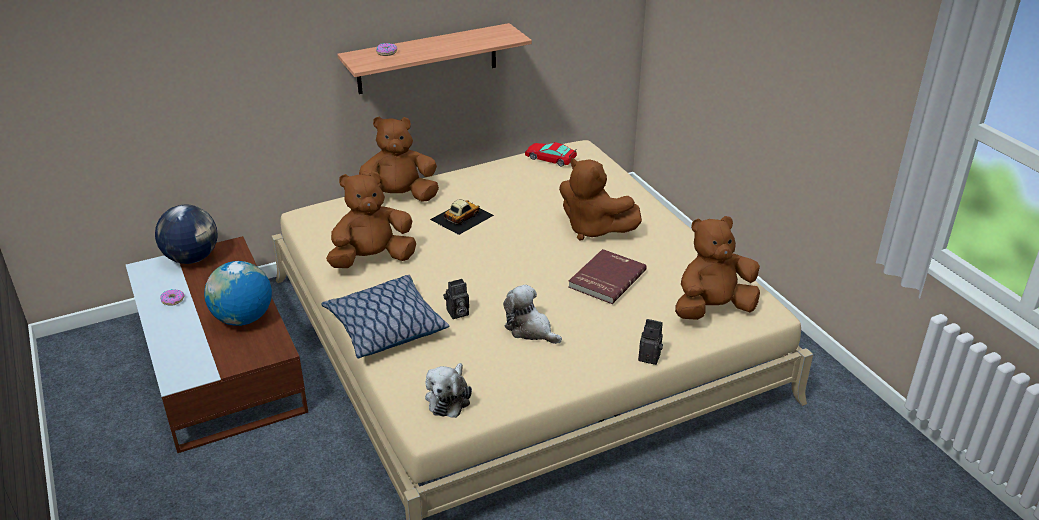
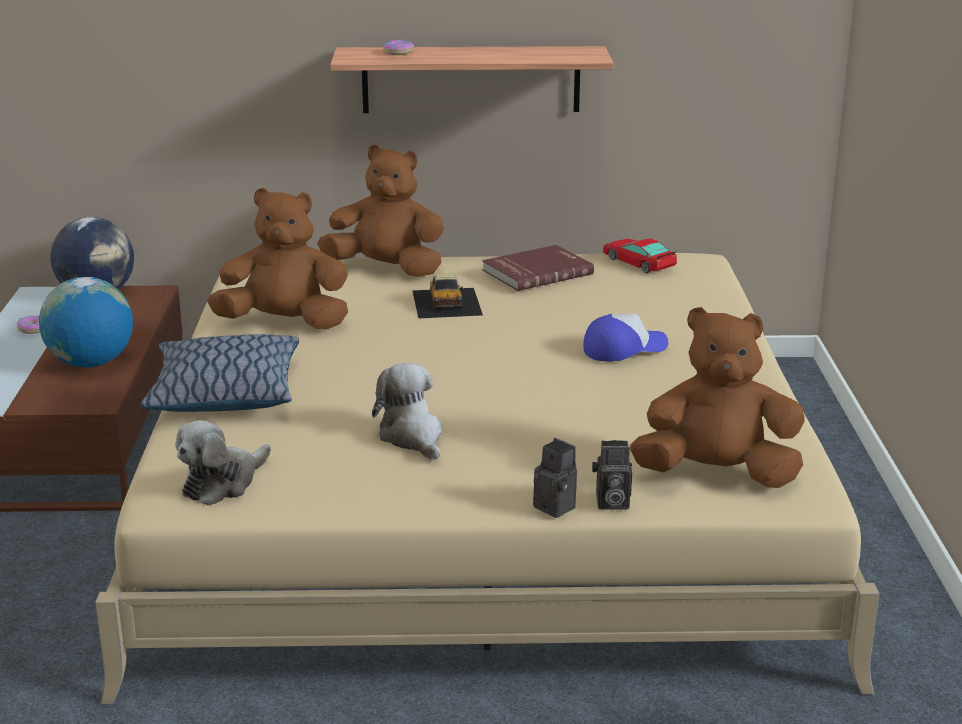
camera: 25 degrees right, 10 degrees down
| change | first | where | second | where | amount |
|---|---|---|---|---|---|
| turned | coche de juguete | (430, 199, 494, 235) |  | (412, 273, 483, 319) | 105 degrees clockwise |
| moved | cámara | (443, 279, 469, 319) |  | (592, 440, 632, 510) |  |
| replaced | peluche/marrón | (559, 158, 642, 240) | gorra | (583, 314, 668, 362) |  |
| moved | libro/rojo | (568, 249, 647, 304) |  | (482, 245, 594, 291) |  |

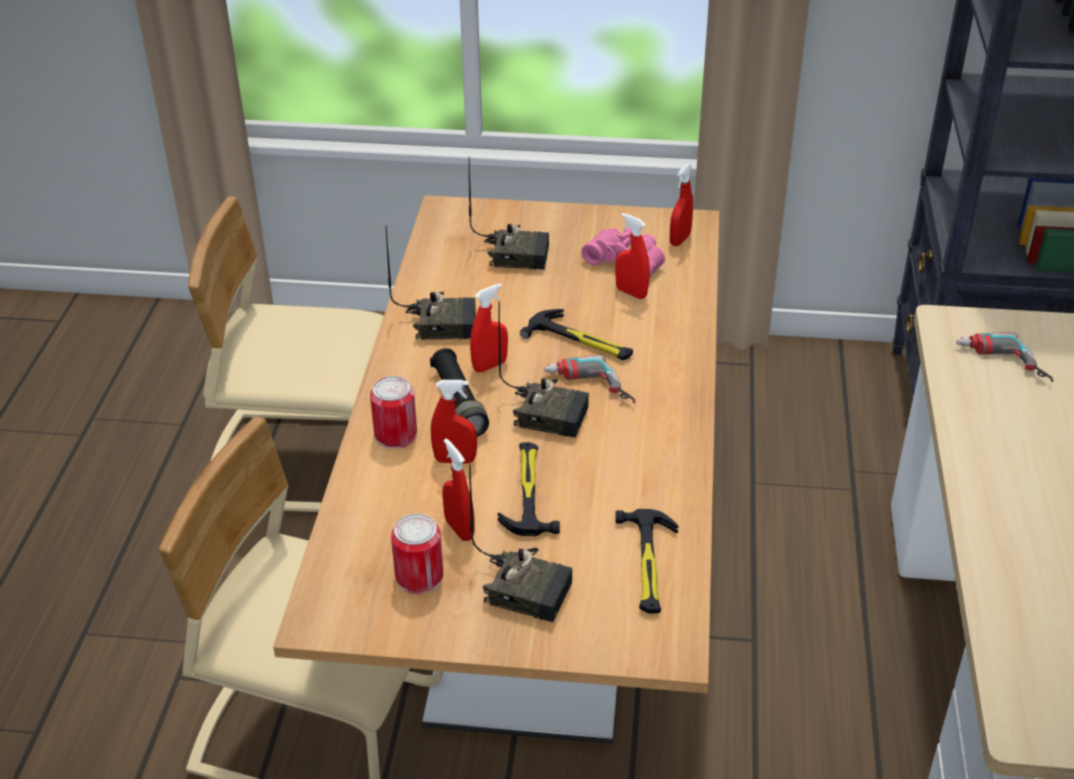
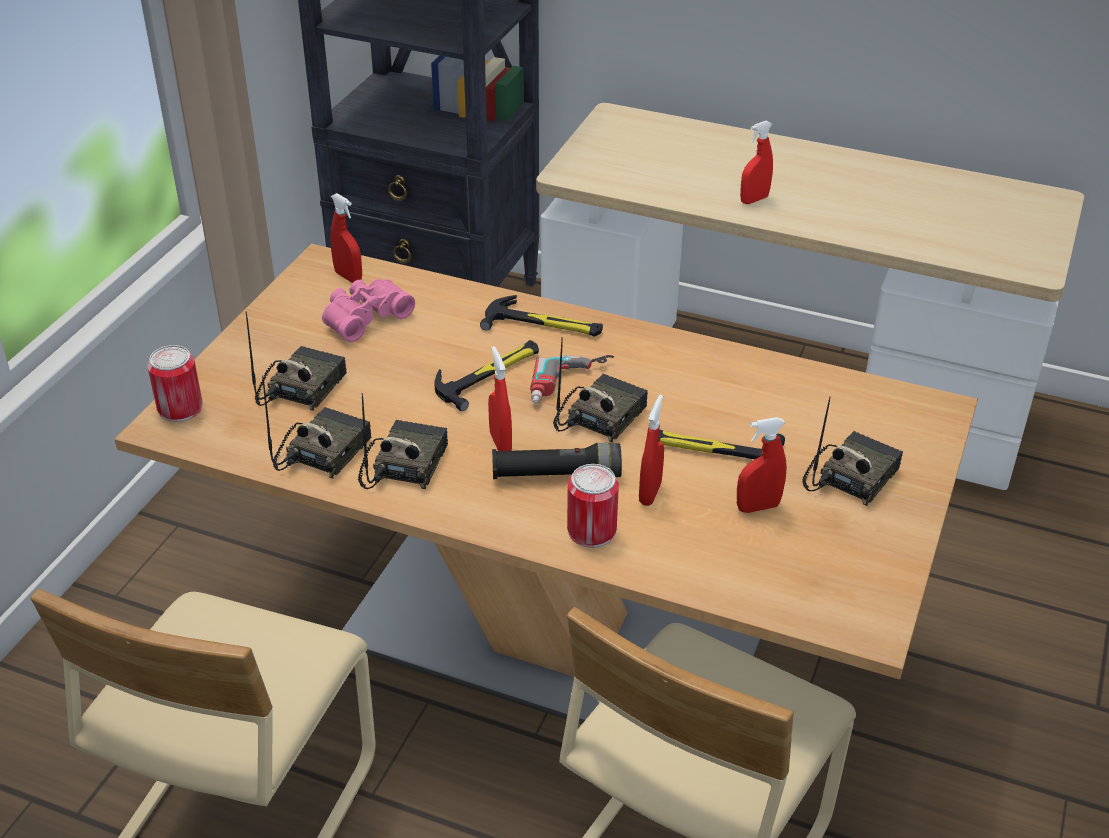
camera: 75 degrees left, 0 degrees up
| change | first | where | second | where | amount |
|---|---|---|---|---|---|
| moved | lata | (391, 514, 443, 594) |  | (147, 345, 202, 422) |  |
| moved | pulverizador/rojo | (615, 213, 650, 299) |  | (740, 120, 773, 204) |  |
| moved | martillo | (615, 509, 679, 613) |  | (480, 295, 603, 336) |  |
| removed | taladro | (956, 332, 1053, 382) |  |  |  |
| added |  |  | radio | (262, 376, 372, 479) |  |

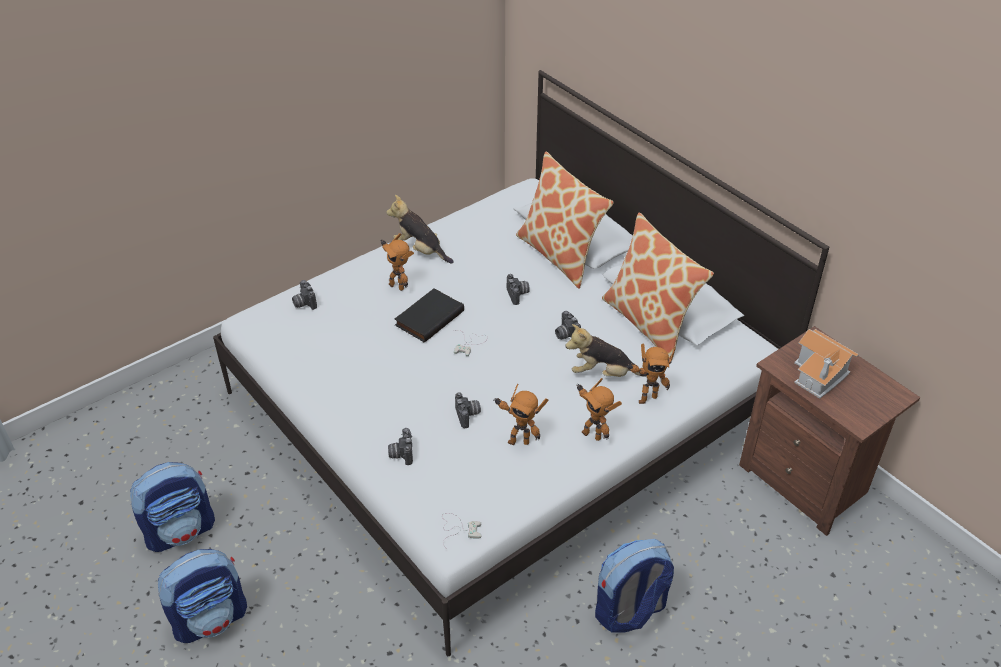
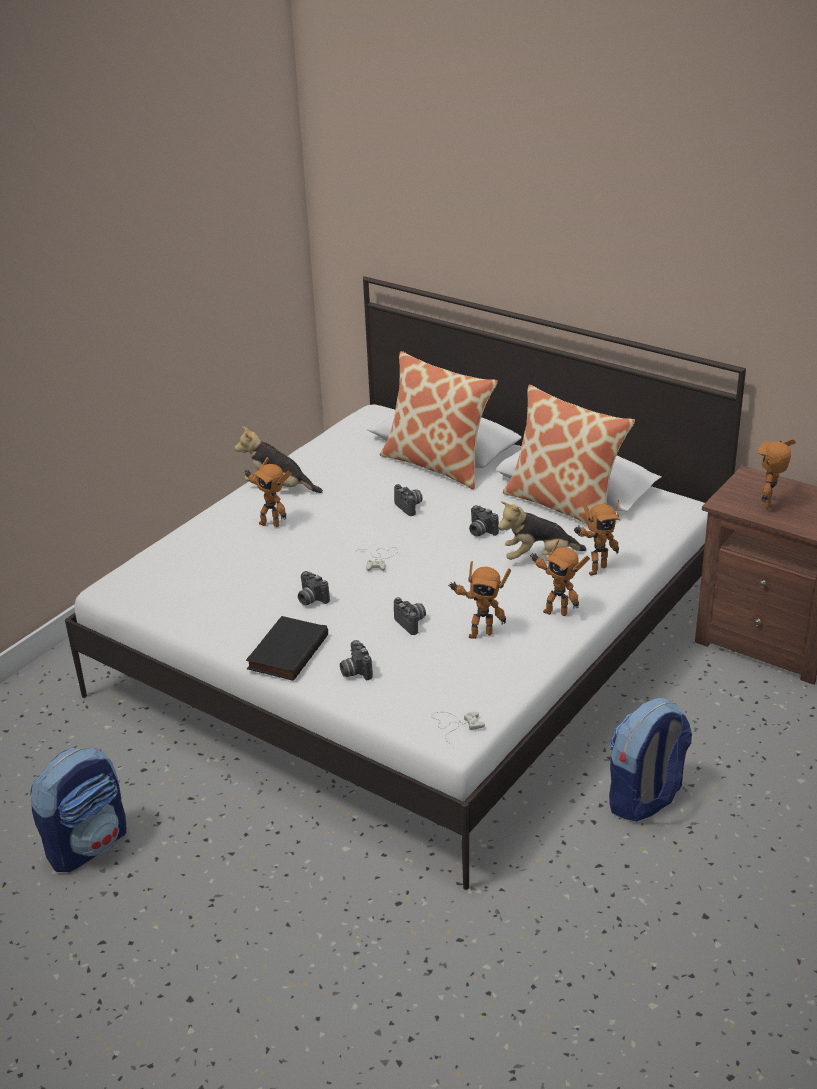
camera: 15 degrees left, 10 degrees down
| change | first | where | second | where | amount |
|---|---|---|---|---|---|
| removed | mochila | (158, 549, 247, 643) |  |  |  |
| moved | cámara | (292, 280, 317, 310) |  | (298, 571, 330, 605) |  |
| moved | libro/negro | (394, 288, 464, 343) |  | (246, 616, 328, 681) |  |
| replaced | casita | (794, 329, 859, 399) | robot de juguete | (757, 439, 796, 508) |  |

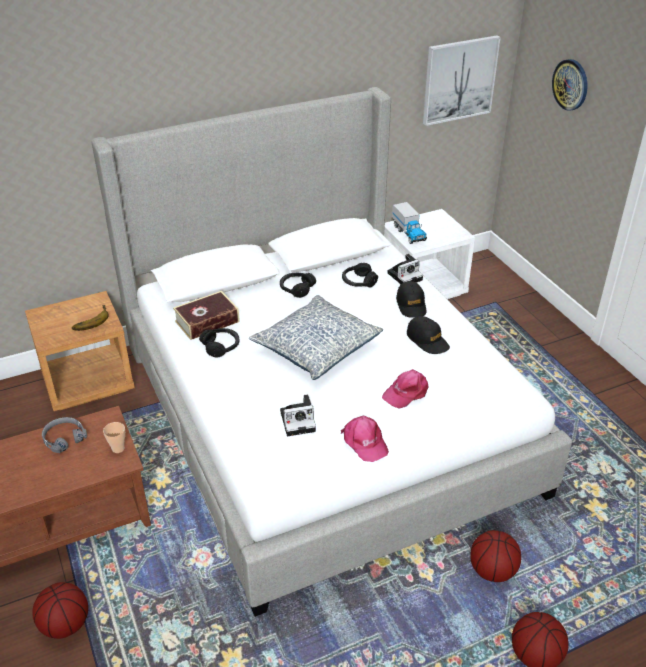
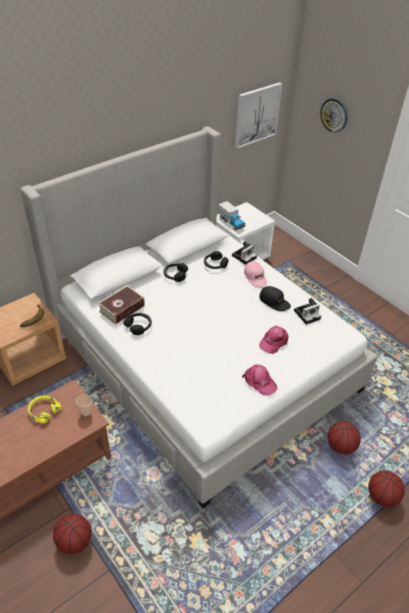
camera: 15 degrees left, 5 degrees up
| change | first | where | second | where | amount |
|---|---|---|---|---|---|
| recoloured | auriculares/gris | (42, 417, 87, 453) | auriculares/amarillo | (28, 395, 61, 424) |  |
| removed | cojín | (249, 295, 383, 380) |  |  |  |
| moved | cámara | (280, 394, 316, 436) |  | (294, 298, 321, 324) |  |
| recoloured | gorra/negro | (396, 281, 426, 318) | gorra/rosa | (244, 261, 267, 287) |  |

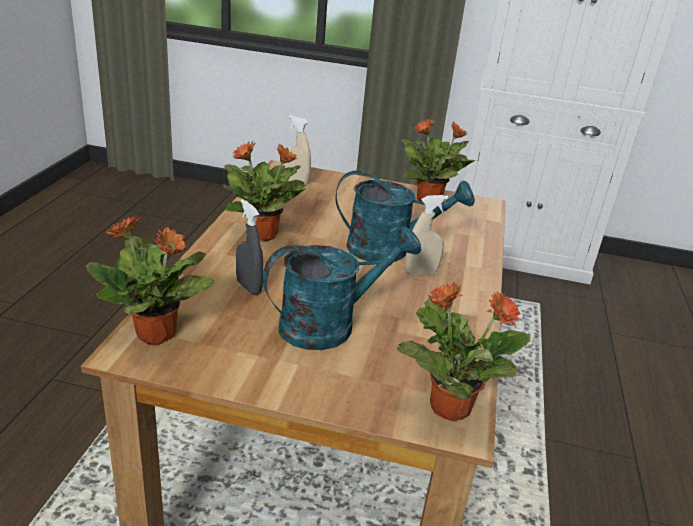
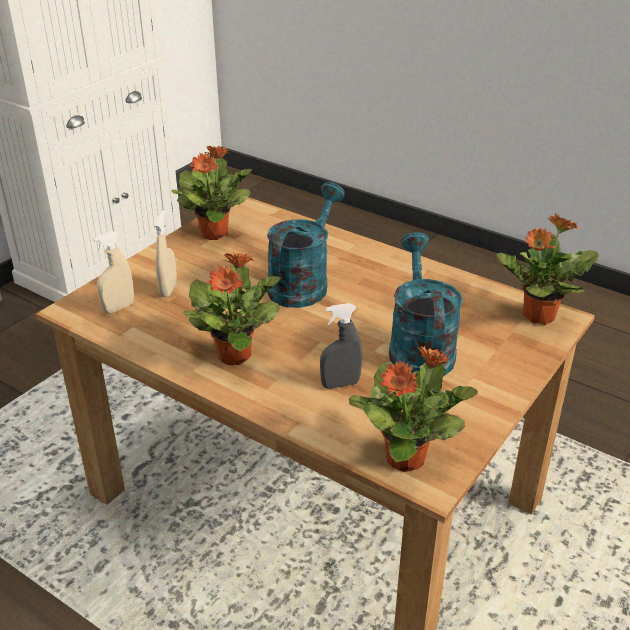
camera: 65 degrees left, 5 degrees up
| change | first | where | second | where | amount |
|---|---|---|---|---|---|
| moved | pulverizador/beis | (405, 195, 448, 275) |  | (154, 210, 177, 297) |  |

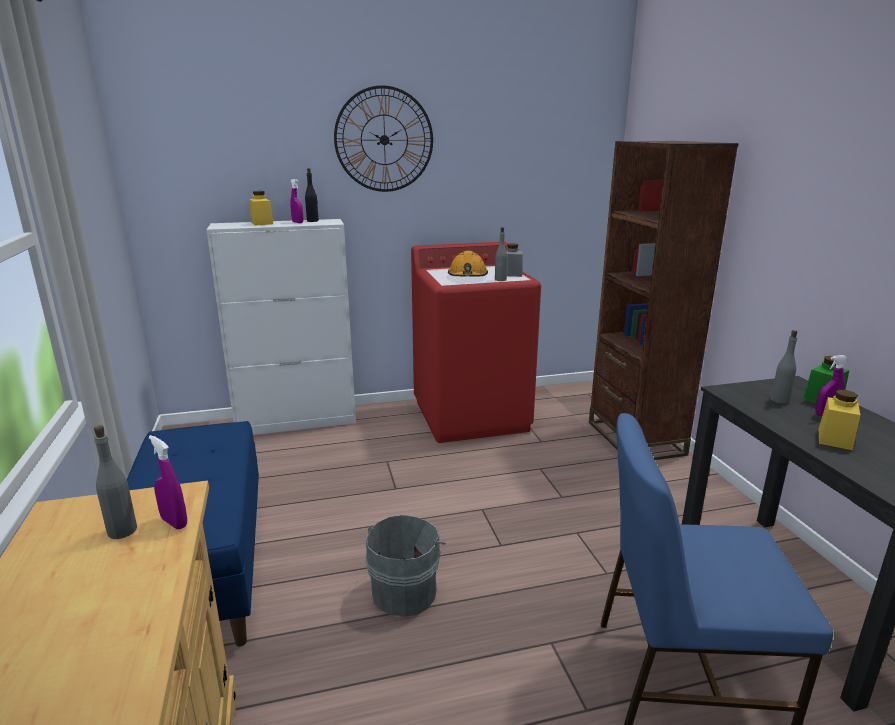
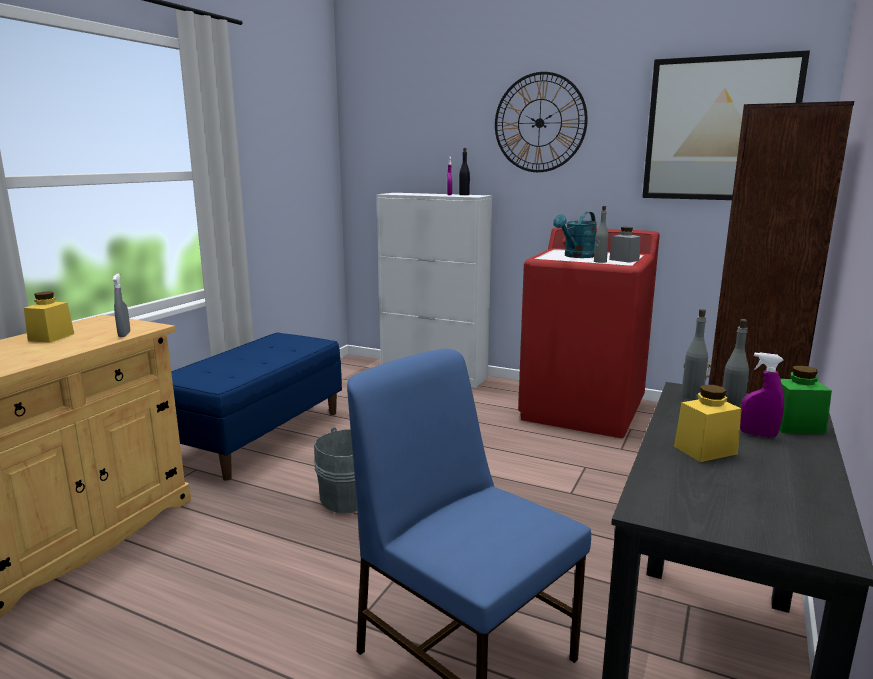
camera: 40 degrees right, 5 degrees down
| change | first | where | second | where | amount |
|---|---|---|---|---|---|
| moved | botella/gris | (94, 425, 137, 539) |  | (681, 309, 708, 400) |  |
| recoloured | pulverizador/morado | (149, 435, 187, 529) | pulverizador/gris | (113, 273, 130, 337) |  |
| moved | tarro/amarillo | (249, 191, 273, 226) |  | (24, 291, 74, 343) |  |
| replaced | casco/naranja | (448, 251, 488, 277) | regadera/turquesa | (553, 212, 597, 258) |  |
| added |  |  | cuadro | (642, 50, 810, 200) |  |

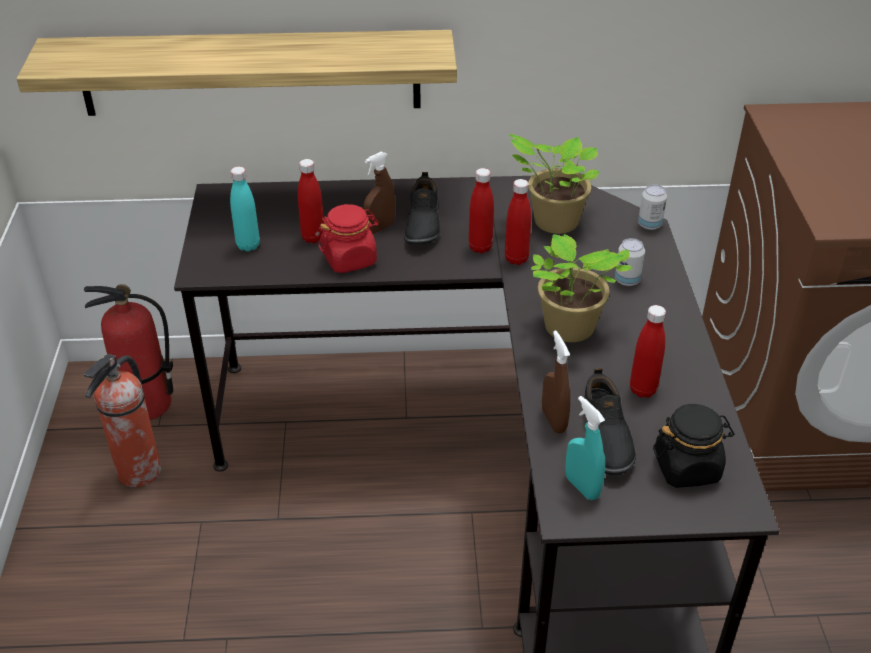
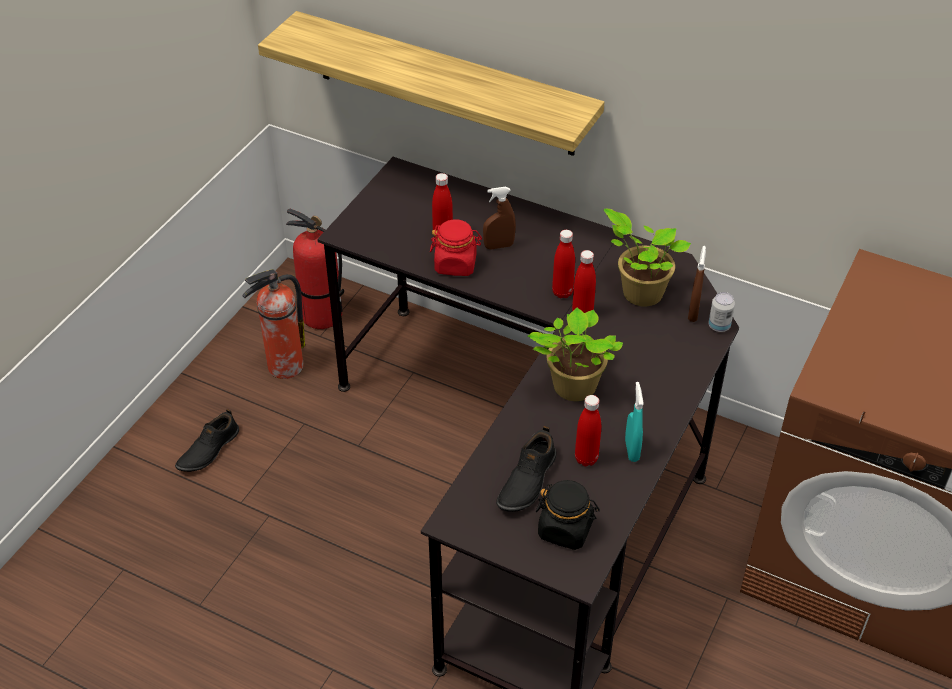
camera: 30 degrees right, 5 degrees up
| change | first | where | second | where | amount |
|---|---|---|---|---|---|
| removed | botella/turquesa | (230, 166, 260, 252) |  |  |  |
| moved | zapato/negro | (404, 172, 440, 244) |  | (175, 409, 239, 472) |  |
| moved | pulverizador/marrón | (542, 330, 571, 433) |  | (688, 246, 706, 322) |  |
| moved | pulverizador/turquesa | (565, 396, 605, 500) |  | (625, 382, 644, 462) |  |
| removed | lata | (615, 238, 645, 286) |  |  |  |

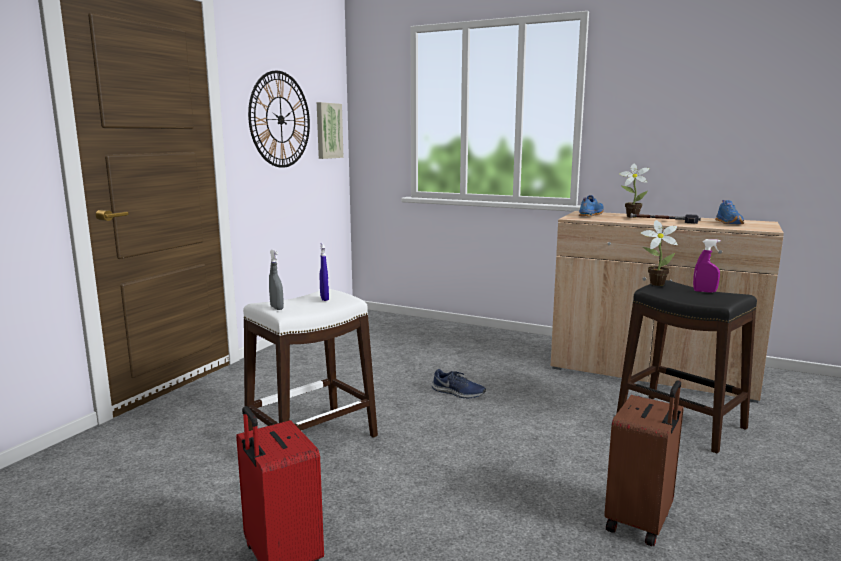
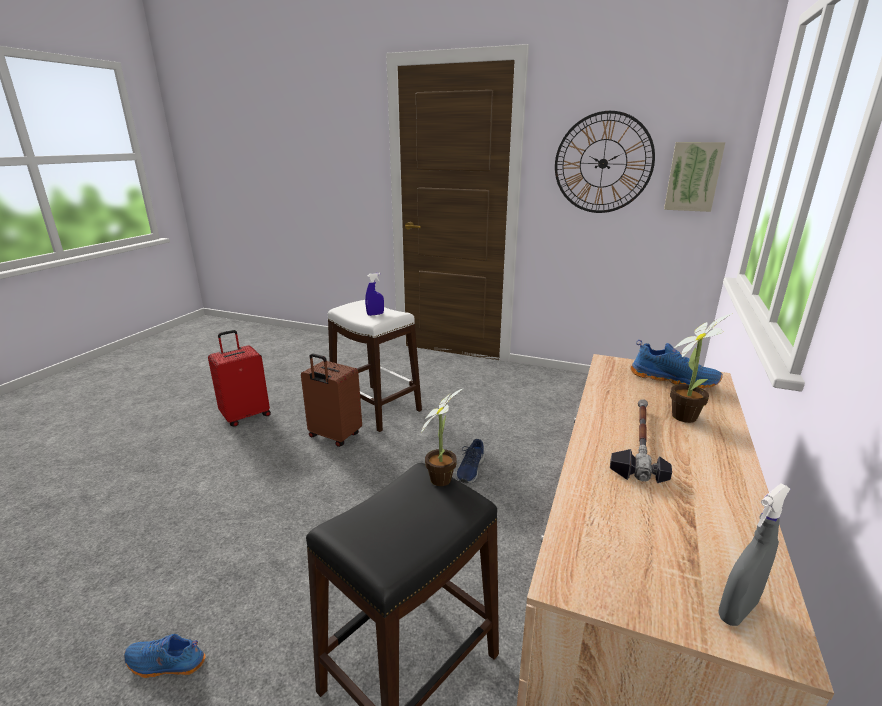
camera: 85 degrees right, 10 degrees up
| change | first | where | second | where | amount |
|---|---|---|---|---|---|
| moved | pulverizador/gris | (269, 249, 284, 310) |  | (718, 484, 790, 626) |  |
| moved | maleta/marrón | (604, 380, 684, 546) |  | (301, 353, 362, 447) |  |
| removed | pulverizador/morado | (693, 239, 721, 293) |  |  |  |
| moved | zapato/azul | (715, 200, 744, 224) |  | (124, 634, 206, 678) |  |

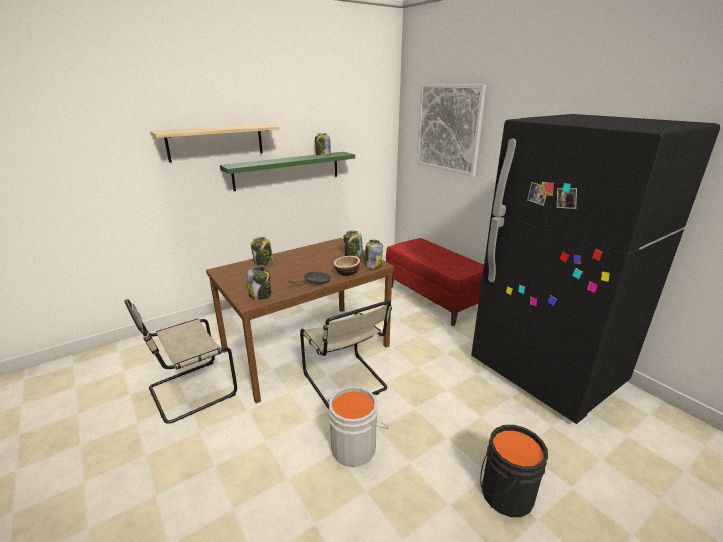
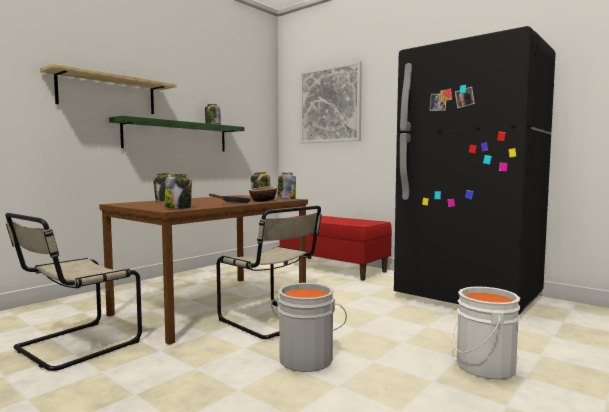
camera: 15 degrees left, 20 degrees down
| change | first | where | second | where | amount |
|---|---|---|---|---|---|
| recoloured | cubo/negro | (480, 425, 548, 517) | cubo/blanco | (452, 286, 520, 379) |  |

